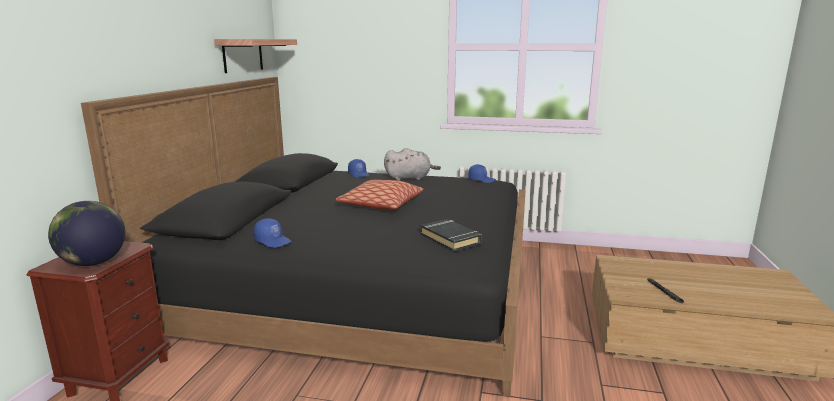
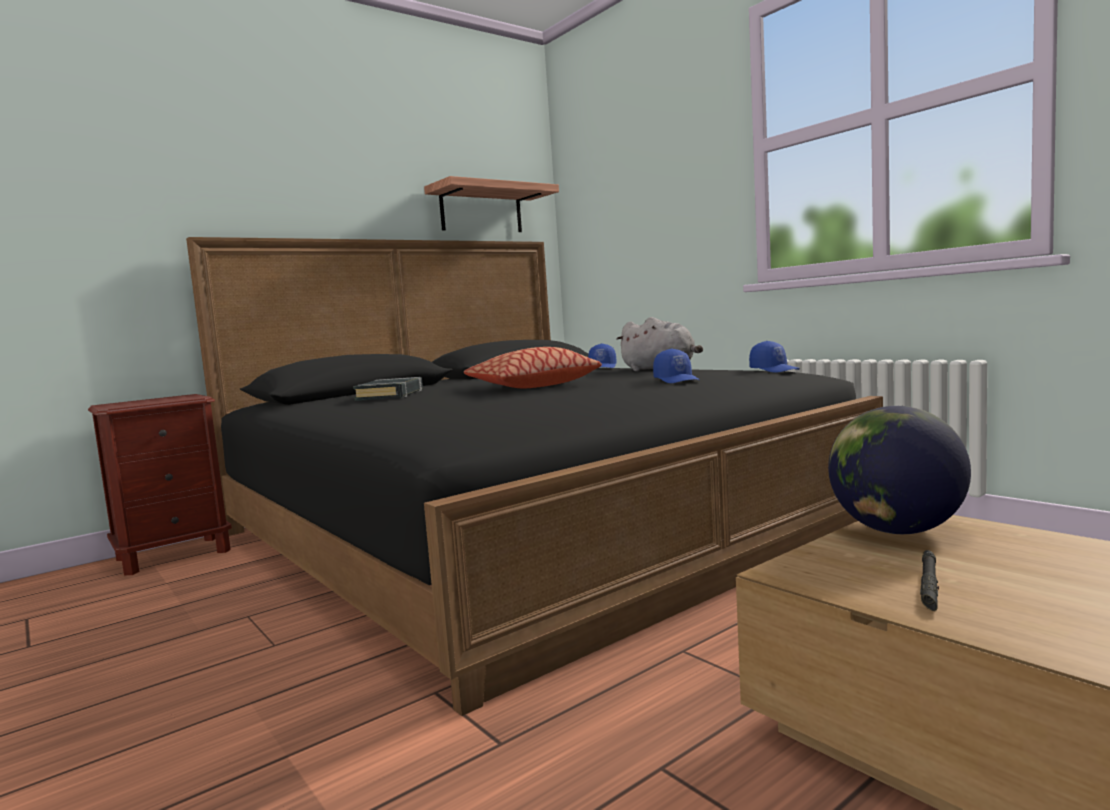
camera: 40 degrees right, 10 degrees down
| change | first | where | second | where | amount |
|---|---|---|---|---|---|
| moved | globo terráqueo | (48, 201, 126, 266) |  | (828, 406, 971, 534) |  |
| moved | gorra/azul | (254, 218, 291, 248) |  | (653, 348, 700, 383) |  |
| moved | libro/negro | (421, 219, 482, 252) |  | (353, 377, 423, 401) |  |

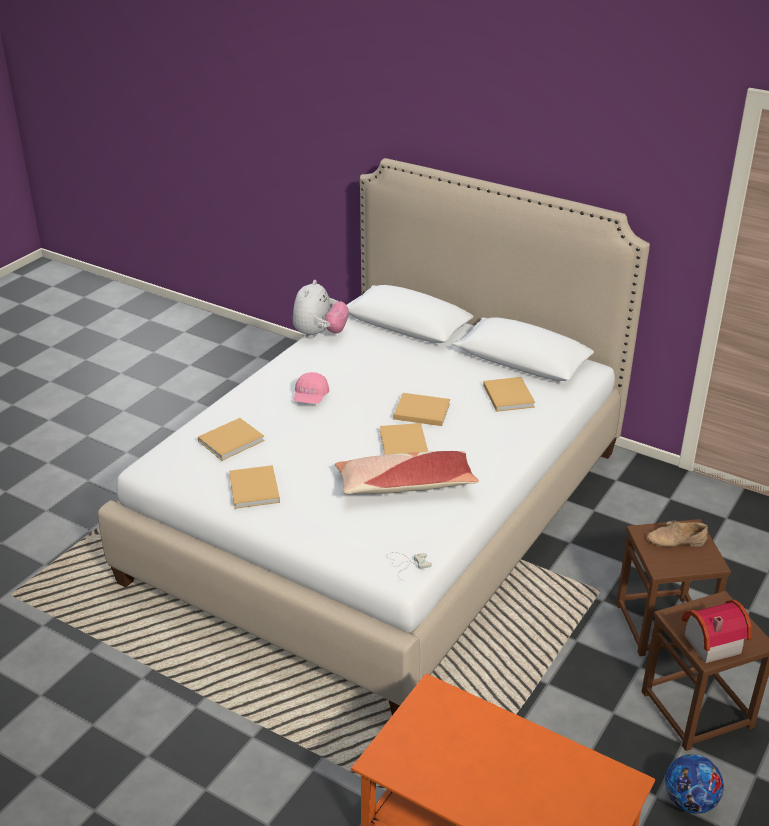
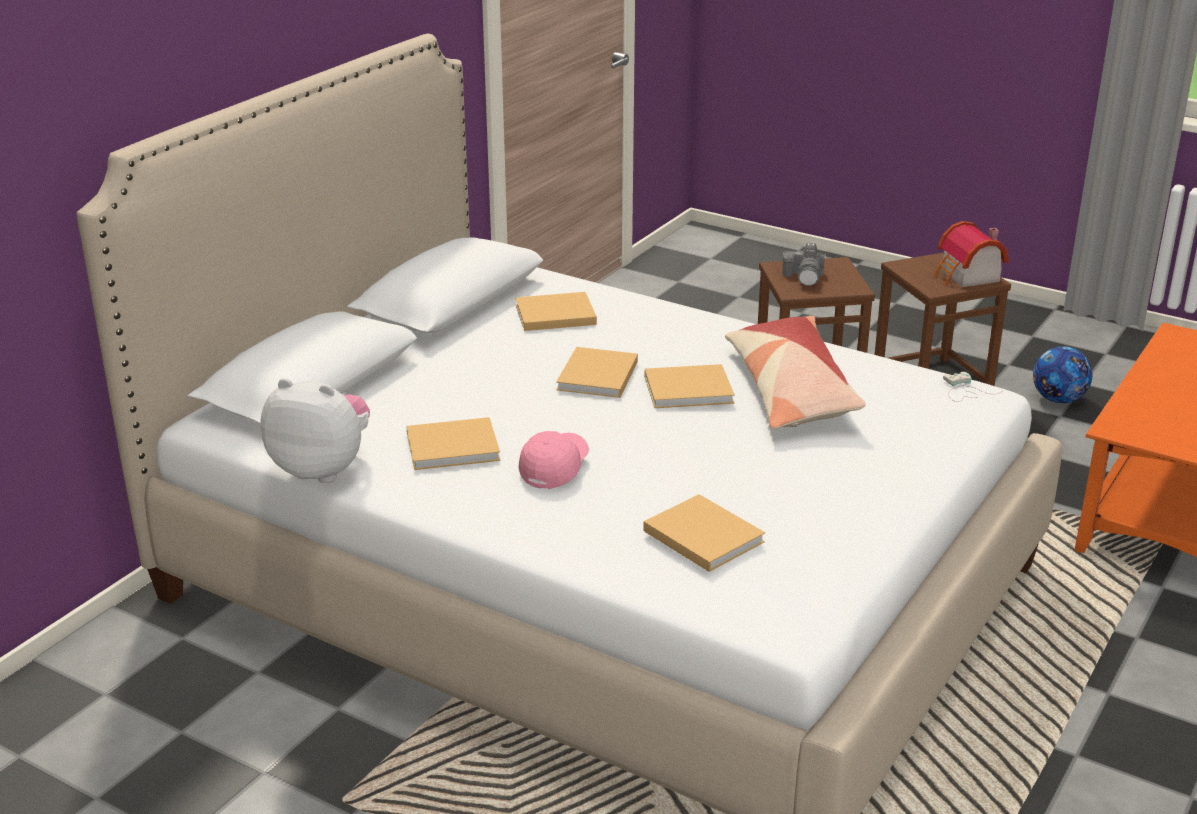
camera: 90 degrees left, 5 degrees down
| change | first | where | second | where | amount |
|---|---|---|---|---|---|
| moved | libro/beis | (229, 465, 280, 509) |  | (406, 417, 500, 470) |  |
| turned | gorra/rosa | (294, 372, 329, 404) |  | (519, 431, 589, 489) | 75 degrees counterclockwise |
| replaced | zapato/beis | (647, 520, 708, 547) | cámara | (782, 243, 826, 286) |  |

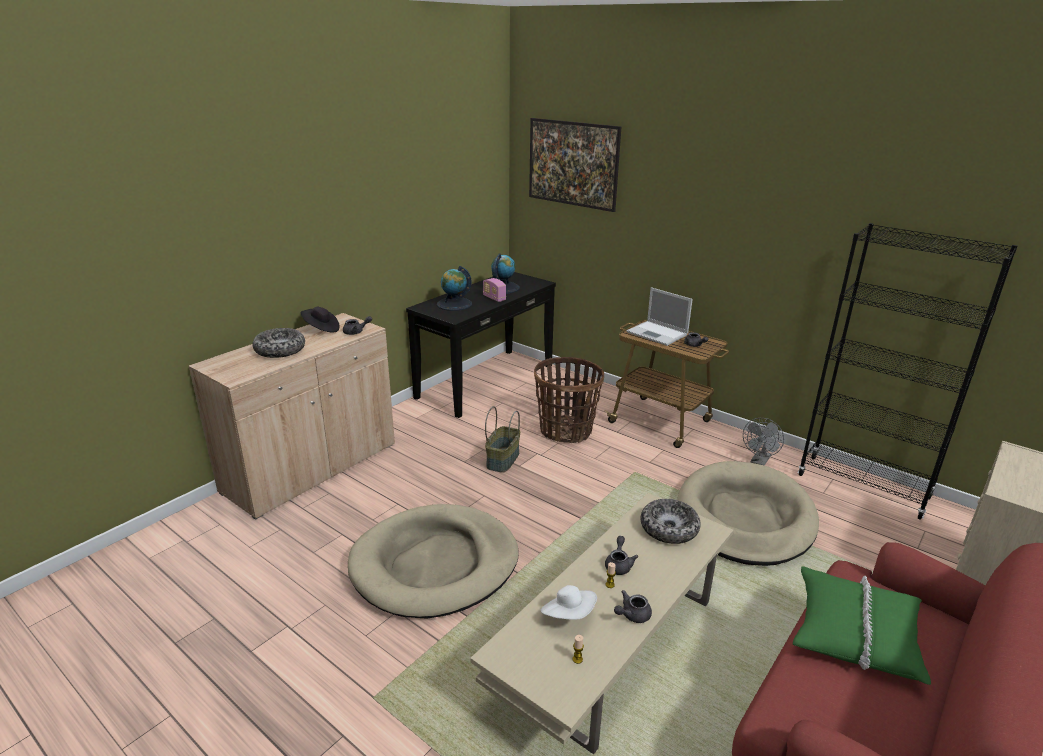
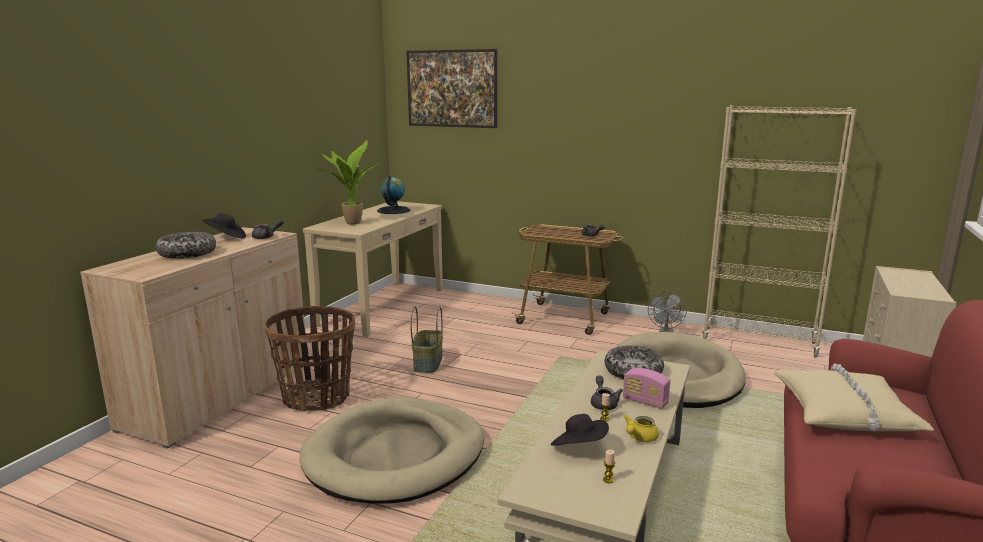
camera: 15 degrees left, 10 degrees down
| change | first | where | second | where | amount |
|---|---|---|---|---|---|
| recoloured | mesa consola/negro | (406, 272, 556, 418) | mesa consola/beis | (303, 201, 443, 337) |  |
| replaced | globo terráqueo | (437, 266, 472, 311) | planta en maceta | (318, 140, 382, 225) |  |
| moved | radio | (483, 278, 506, 302) |  | (623, 368, 670, 409) |  |
| moved | cesta | (534, 357, 604, 443) |  | (264, 306, 355, 411) |  |
| recoloured | sombrero/blanco | (541, 585, 597, 620) | sombrero/negro | (551, 414, 609, 446) |  |
| recoloured | tetera/gris | (614, 590, 652, 623) | tetera/amarillo | (623, 415, 659, 442) |  |
| removed | portátil | (627, 287, 693, 346) |  |  |  |
| recoloured | cojín/verde | (793, 566, 931, 685) | cojín/beis | (774, 364, 934, 432) |  |
| recoloured | estantería/negro | (797, 223, 1018, 520) | estantería/beis | (702, 105, 857, 358) |  |

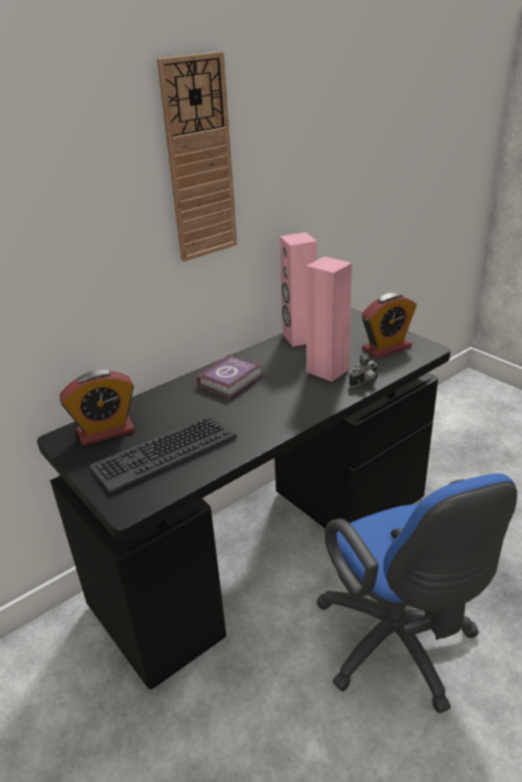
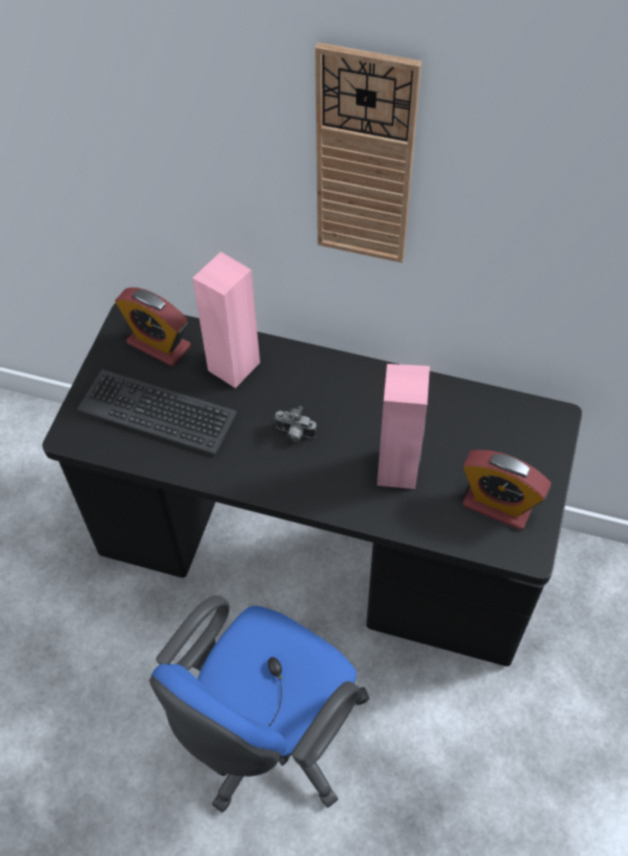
camera: 55 degrees right, 25 degrees up
| change | first | where | second | where | amount |
|---|---|---|---|---|---|
| removed | libro | (197, 354, 263, 399) |  |  |  |
| moved | altavoz/rosa | (280, 232, 317, 347) |  | (193, 252, 260, 388) |  |
| moved | cámara | (349, 354, 378, 387) |  | (274, 406, 317, 442) |  |

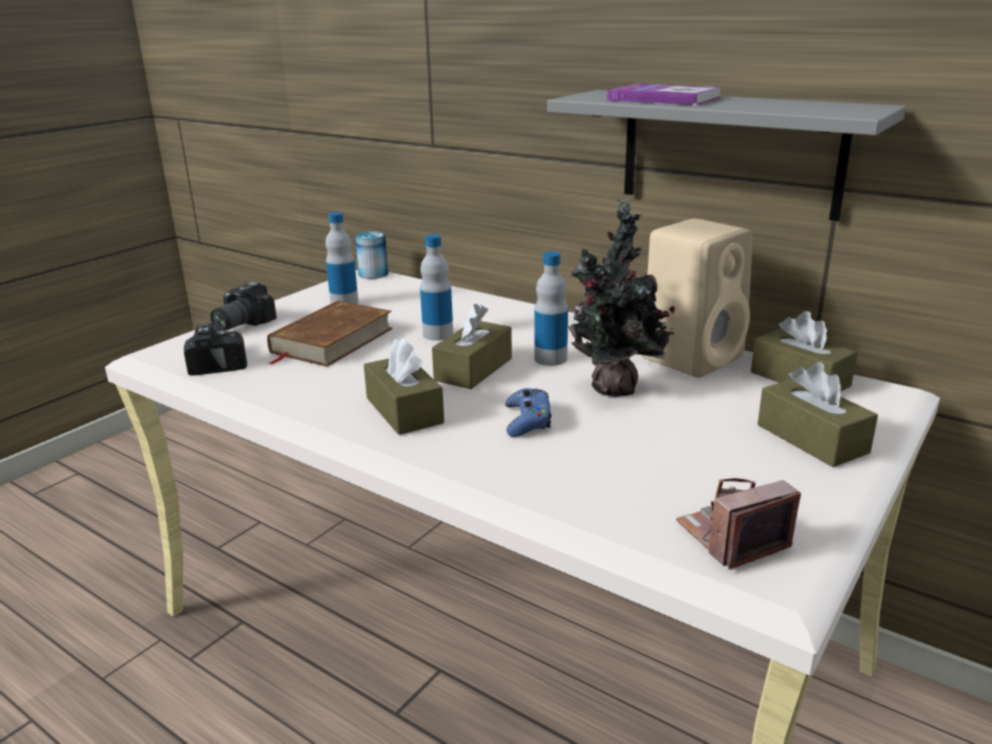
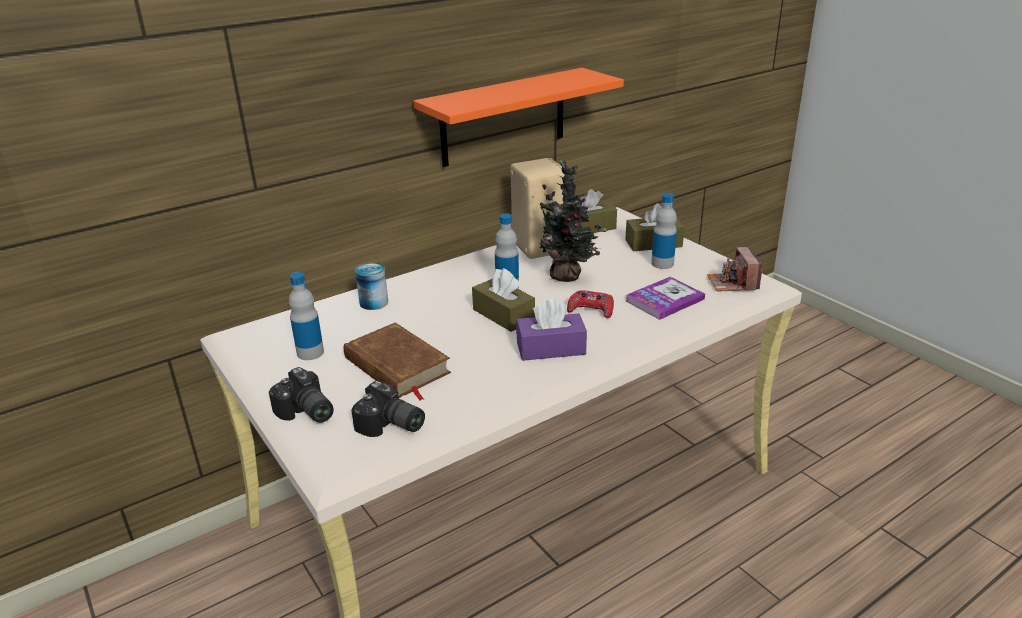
camera: 70 degrees left, 5 degrees up
| change | first | where | second | where | amount |
|---|---|---|---|---|---|
| turned | cámara | (184, 323, 247, 375) |  | (351, 381, 425, 437) | 150 degrees counterclockwise |
| moved | lata | (355, 232, 388, 279) |  | (355, 263, 388, 310) |  |
| recoloured | caja de pañuelos/marrón | (364, 338, 444, 435) | caja de pañuelos/morado | (516, 299, 587, 361) |  |
| moved | botella | (420, 234, 453, 341) |  | (651, 193, 677, 269) |  |
| recoloured | mando de consola/azul | (505, 388, 551, 437) | mando de consola/rojo | (567, 291, 614, 318) |  |
| recoloured | estante/gris | (547, 90, 906, 221) | estante/naranja | (413, 68, 624, 167) |  |
| moved | libro | (607, 84, 722, 105) |  | (626, 277, 705, 320) |  |

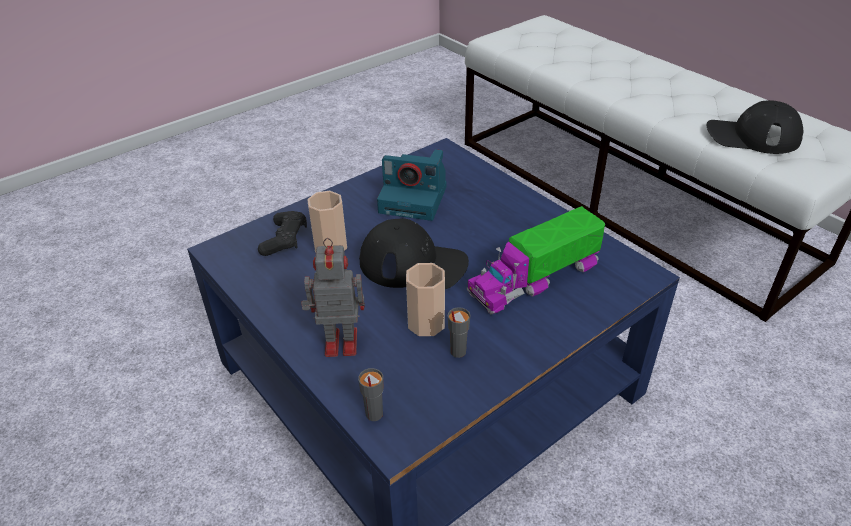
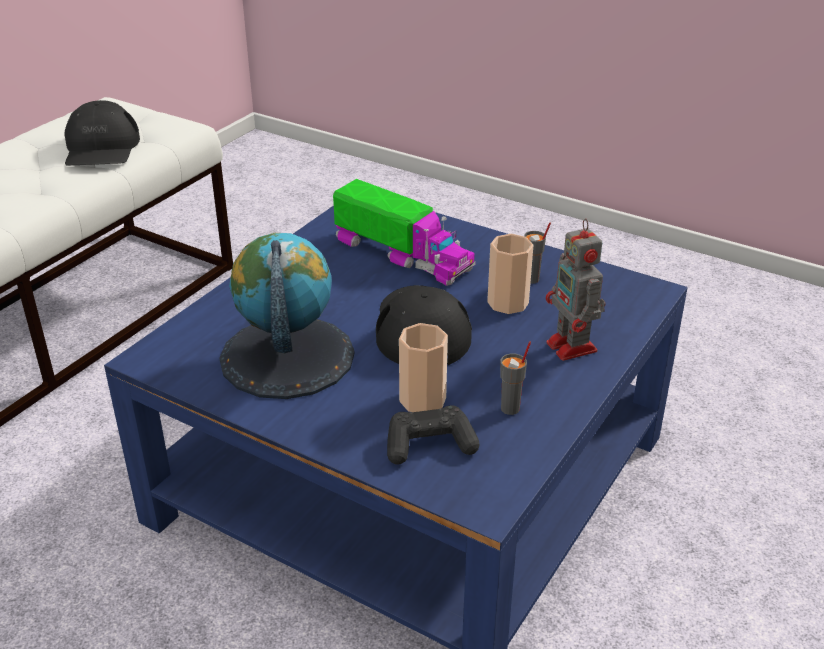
camera: 110 degrees left, 5 degrees down
| change | first | where | second | where | amount |
|---|---|---|---|---|---|
| moved | taza/gris | (358, 368, 383, 421) |  | (500, 341, 531, 415) |  |
| replaced | cámara | (377, 149, 446, 221) | globo terráqueo | (219, 233, 355, 399) |  |

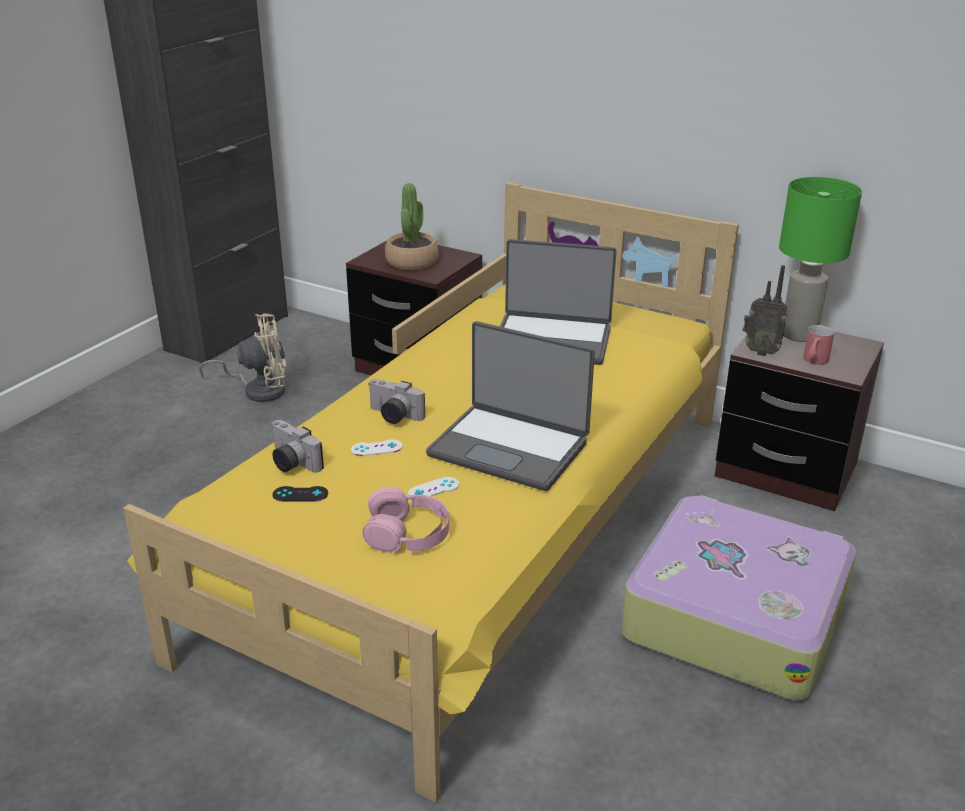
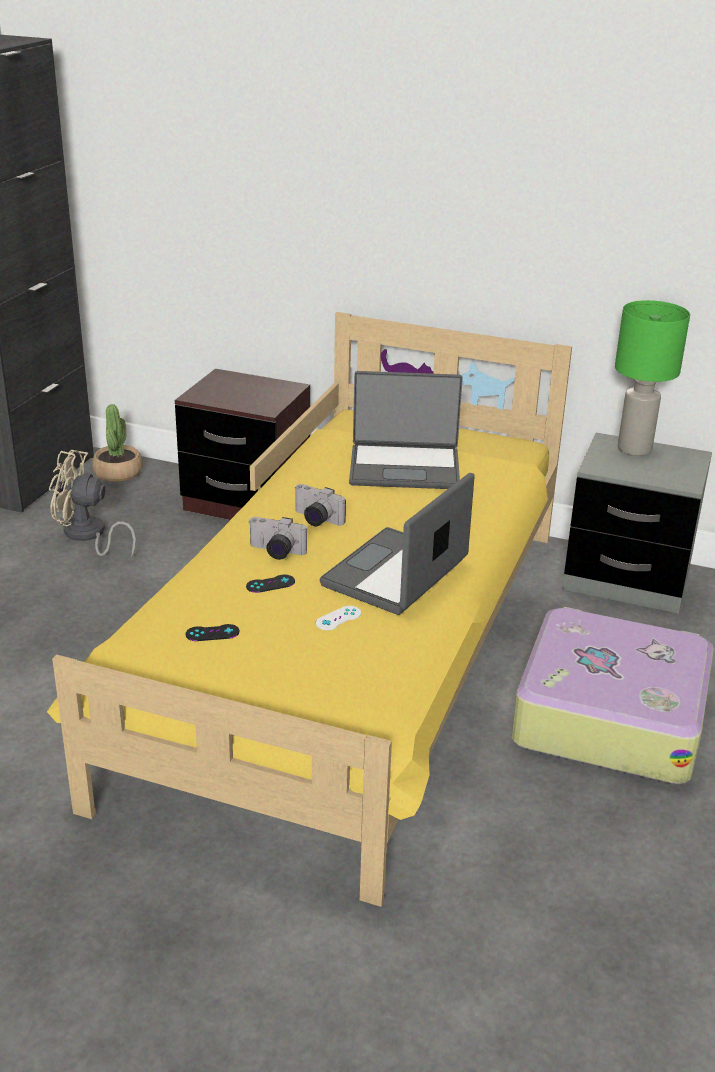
camera: 10 degrees left, 0 degrees up
| change | first | where | second | where | amount |
|---|---|---|---|---|---|
| turned | ventilador/beis | (199, 313, 286, 402) |  | (49, 450, 136, 557) | 150 degrees counterclockwise |
| moved | cámara | (272, 420, 324, 472) |  | (294, 484, 346, 526) |  |
| recoloured | mando de consola/blanco | (351, 439, 403, 456) | mando de consola/negro | (246, 575, 295, 593) |  |
| removed | auriculares/rosa | (362, 487, 449, 553) |  |  |  |
| moved | planta en maceta | (385, 183, 438, 270) |  | (92, 404, 143, 482) |  |
| turned | portátil | (426, 321, 595, 491) |  | (320, 473, 475, 615) | 105 degrees clockwise |
| recoloured | mesita de noche/marrón | (715, 332, 884, 511) | mesita de noche/gris | (563, 433, 712, 614) |  |
| removed | radio | (742, 265, 787, 356) |  |  |  |
| removed | taza grande/rojo | (803, 325, 835, 365) |  |  |  |

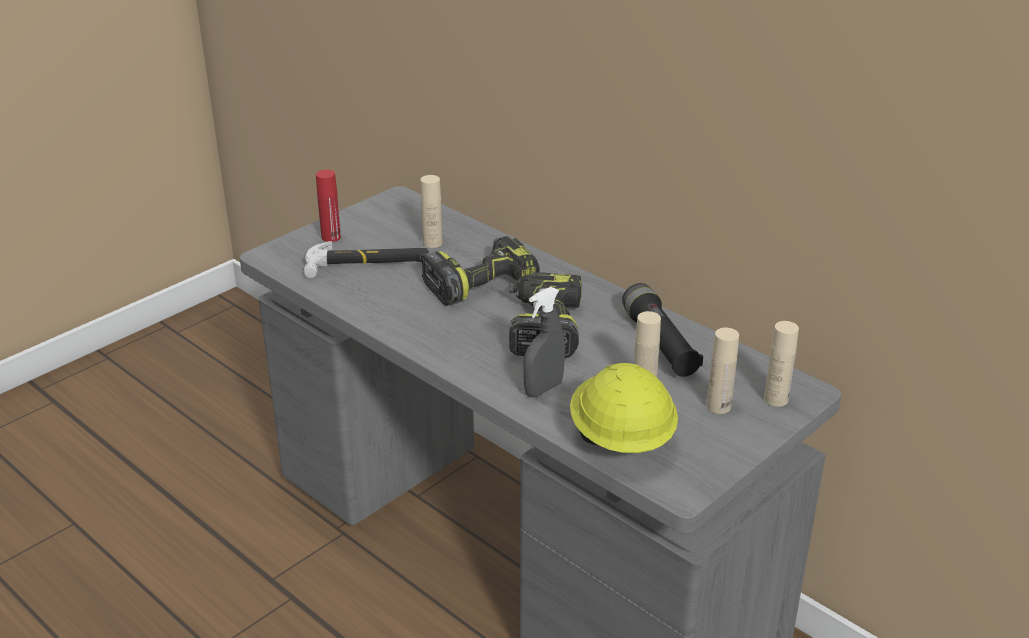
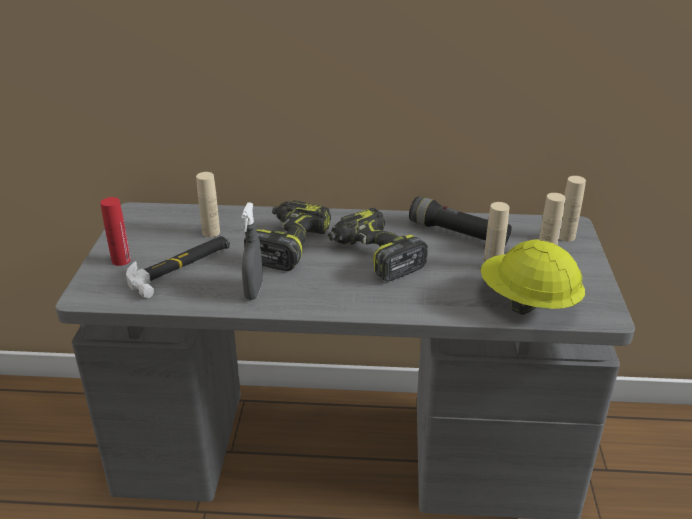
camera: 40 degrees left, 0 degrees up
| change | first | where | second | where | amount |
|---|---|---|---|---|---|
| moved | pulverizador/gris | (523, 287, 565, 397) |  | (241, 203, 263, 300) |  |

